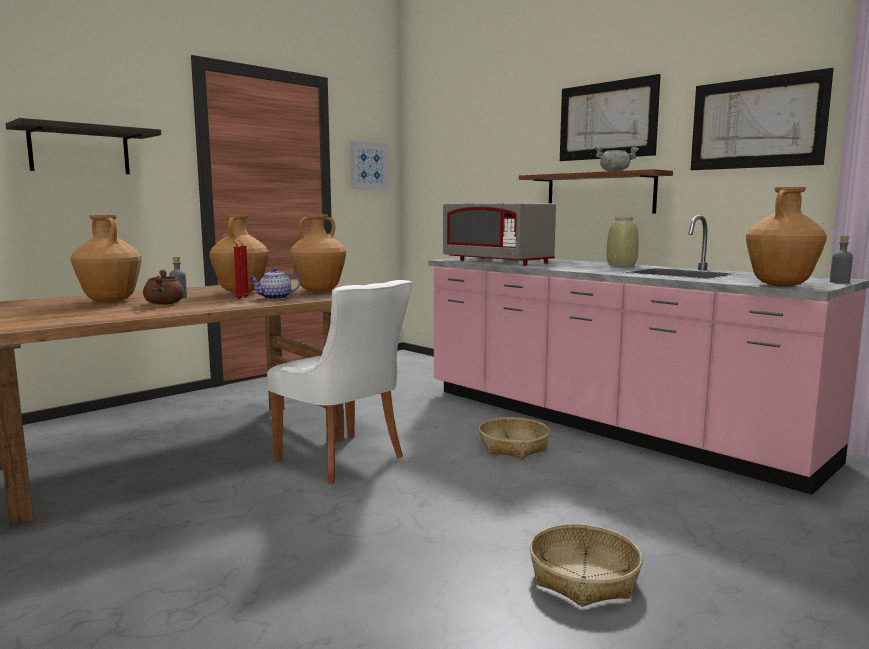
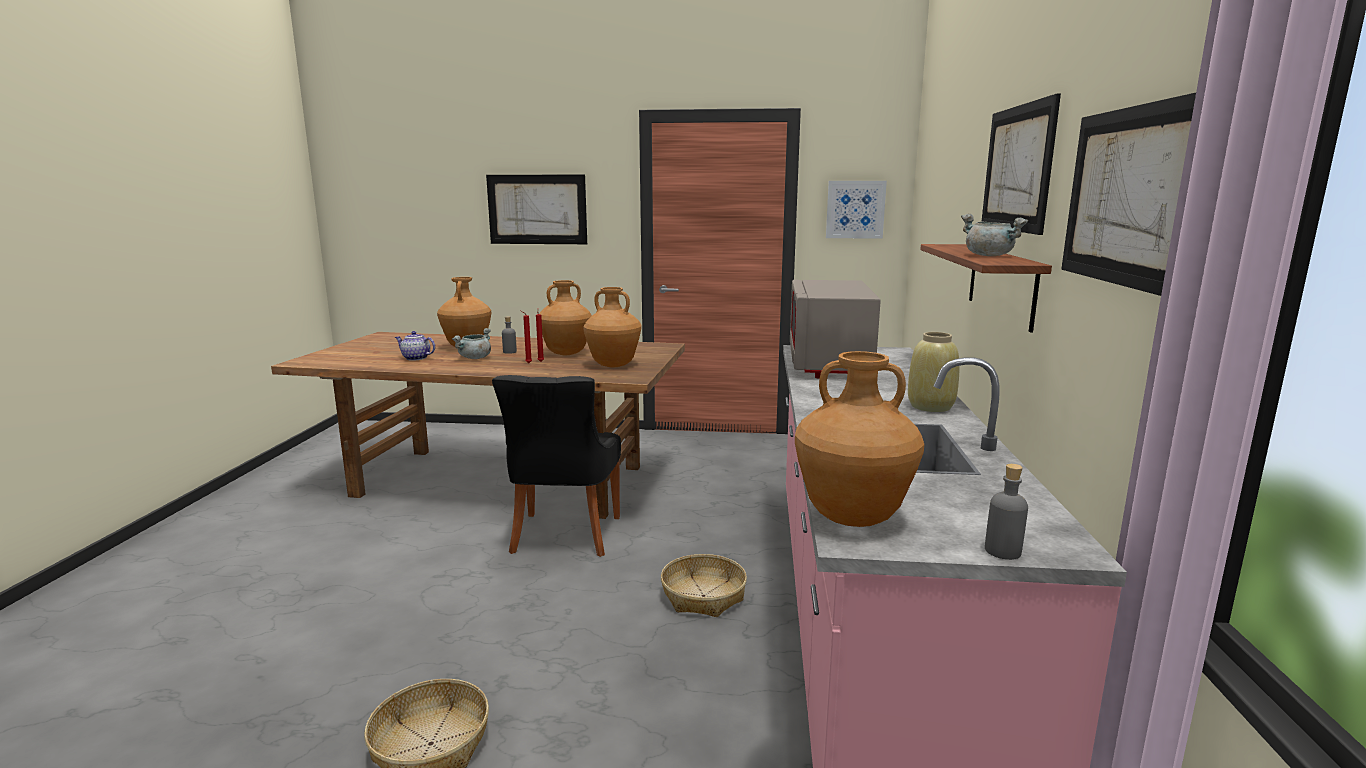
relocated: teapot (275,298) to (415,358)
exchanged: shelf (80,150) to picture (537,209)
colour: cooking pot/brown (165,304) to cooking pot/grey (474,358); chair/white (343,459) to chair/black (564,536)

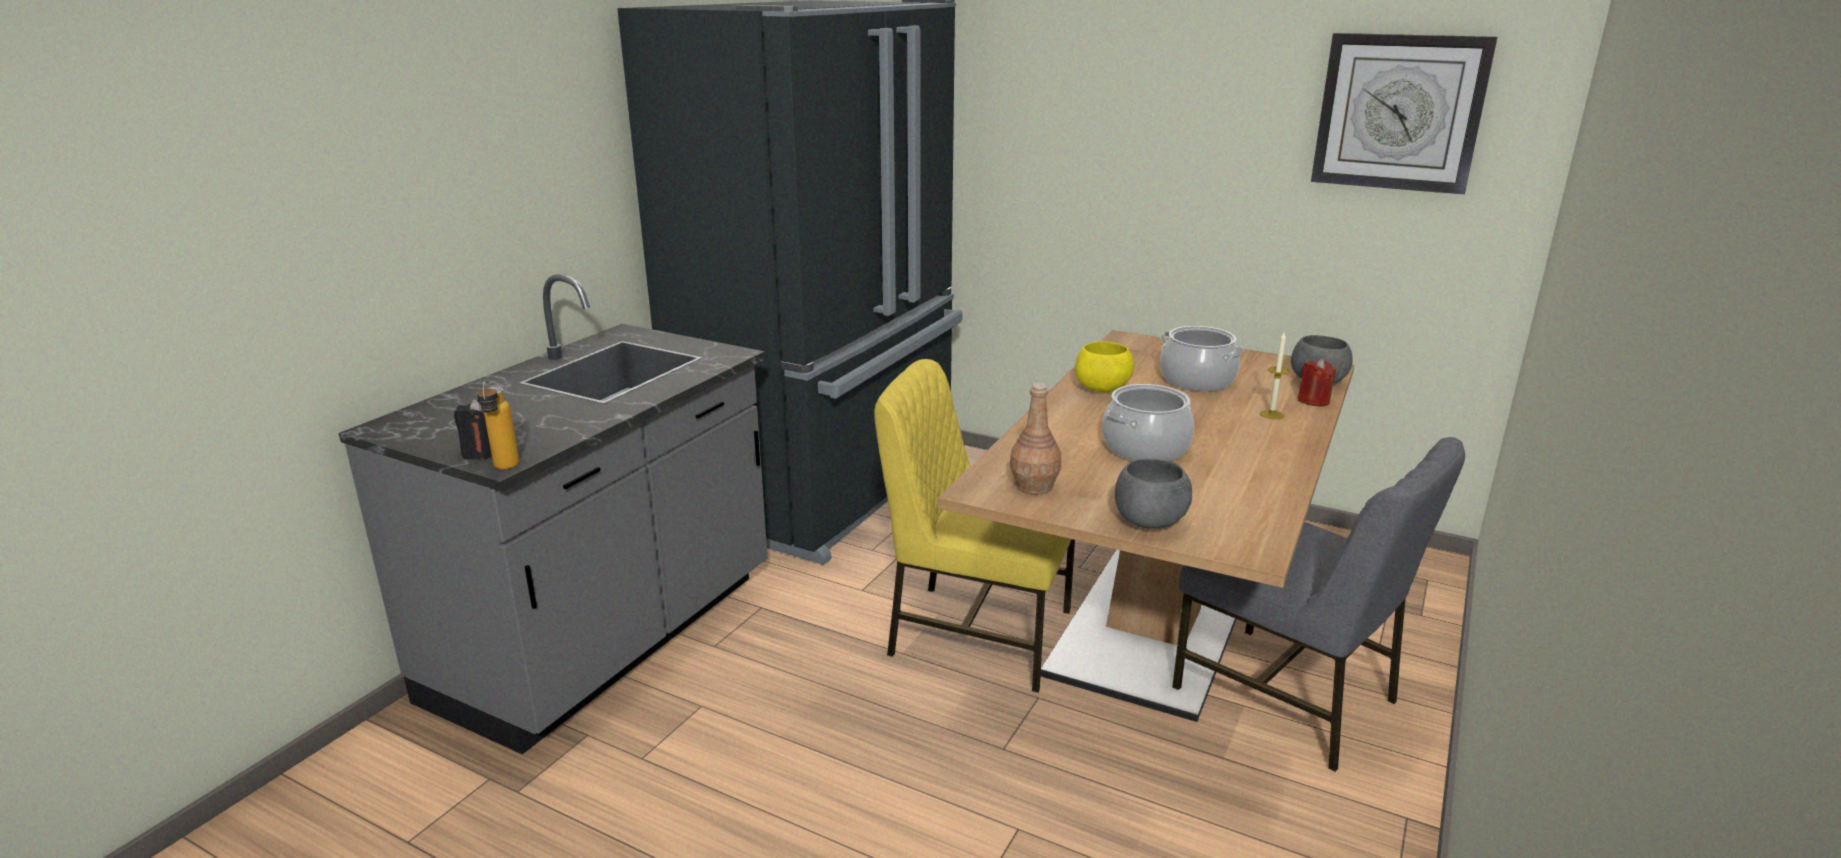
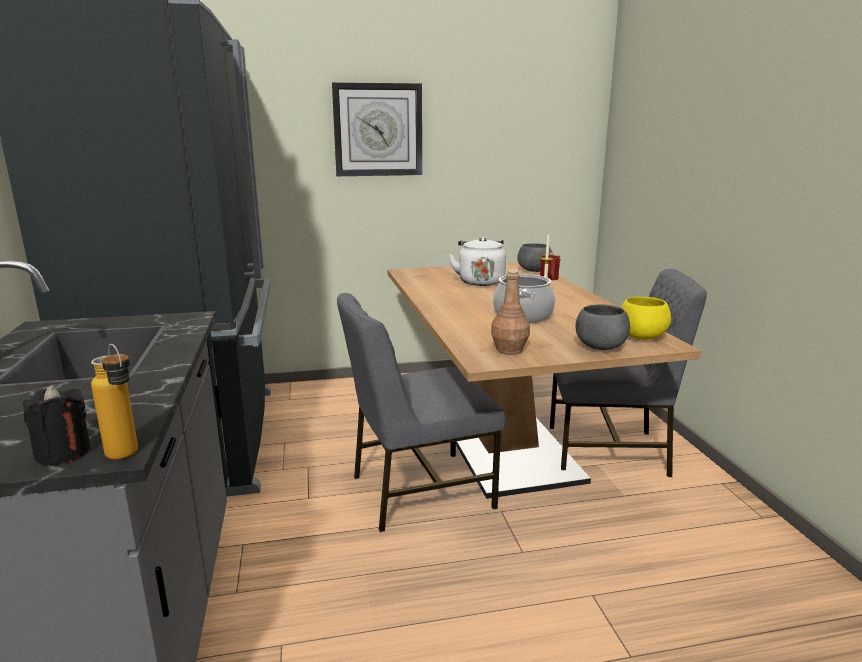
relocated: wall clock (1399,112) to (378,130); bowl/yellow (1103,390) to (642,337)
exchanged: cooking pot (1197,380) to kettle/white (480,281)
colour: chair/yellow (977,633) to chair/grey (419,490)

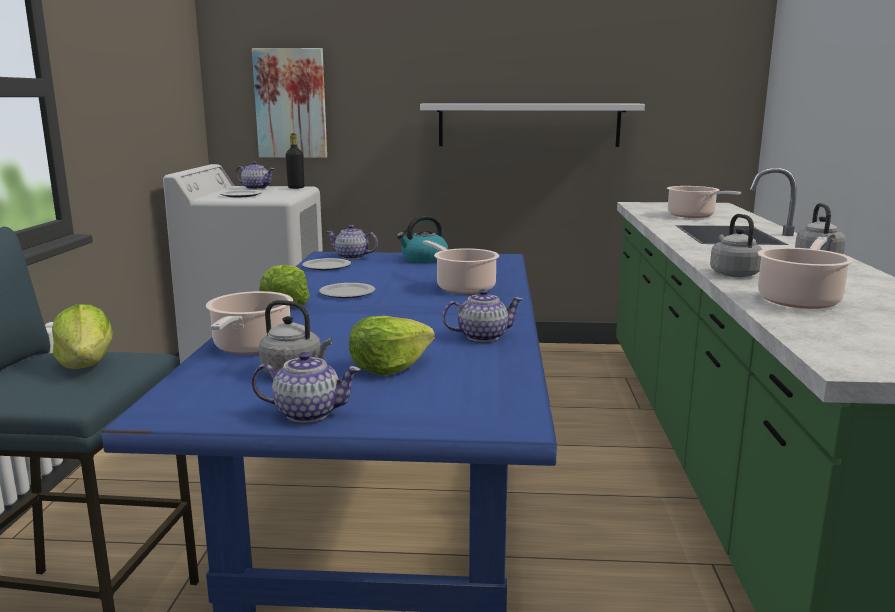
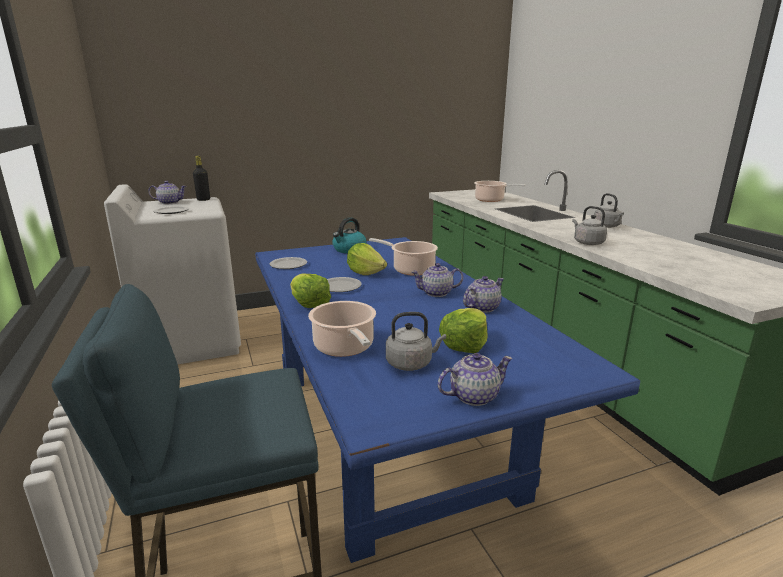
missing: picture (291,103); shelf/white (529,125); cooking pot (800,299)
relocated: lettuce (87,364) to (365,273); teapot (352,257) to (437,293)

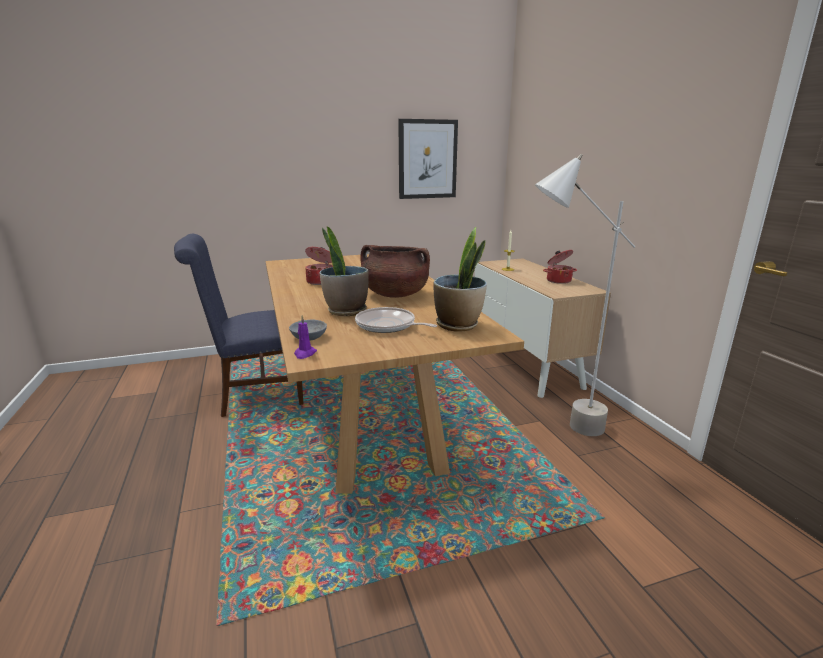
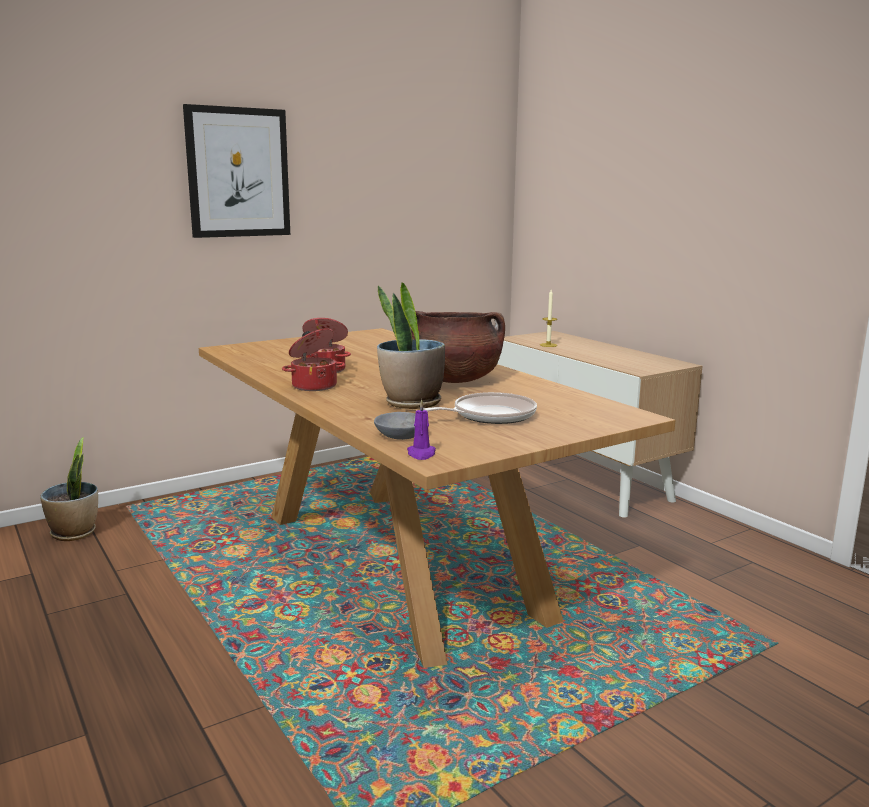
missing: chair/blue (255,394); floor lamp/grey (559,428)
relocated: potted plant (458,325) to (74,533); picture (427,159) to (238,173); cooking pot (558,280) to (314,386)
spun: frying pan (388,326) = (490,415) 135 degrees clockwise

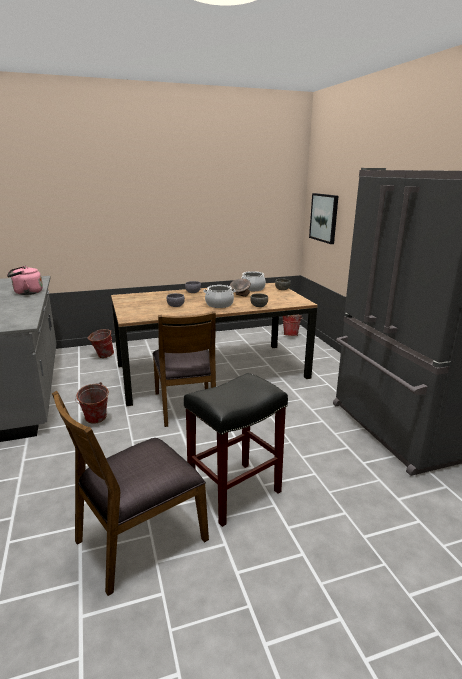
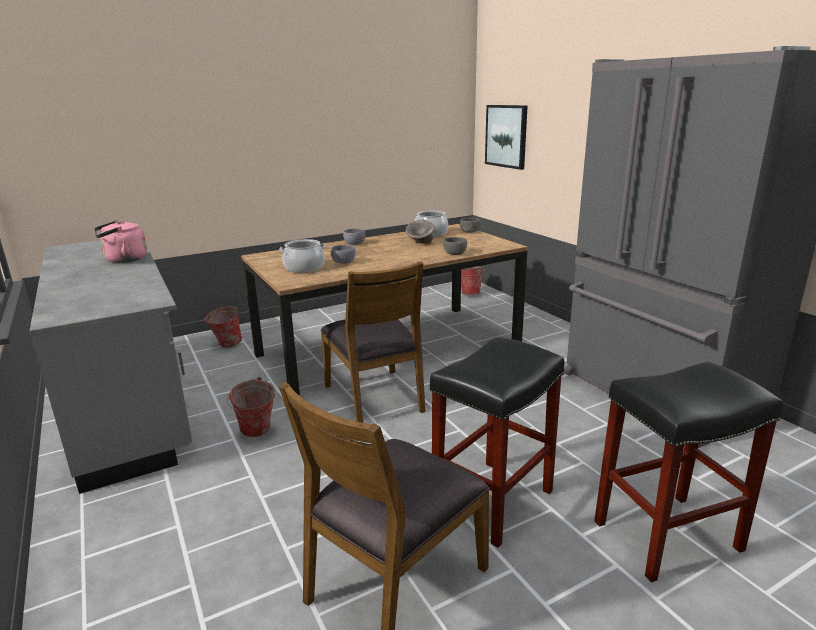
appeared: stool/black (666,537)
relocated: cooking pot (219,304) to (304,268)

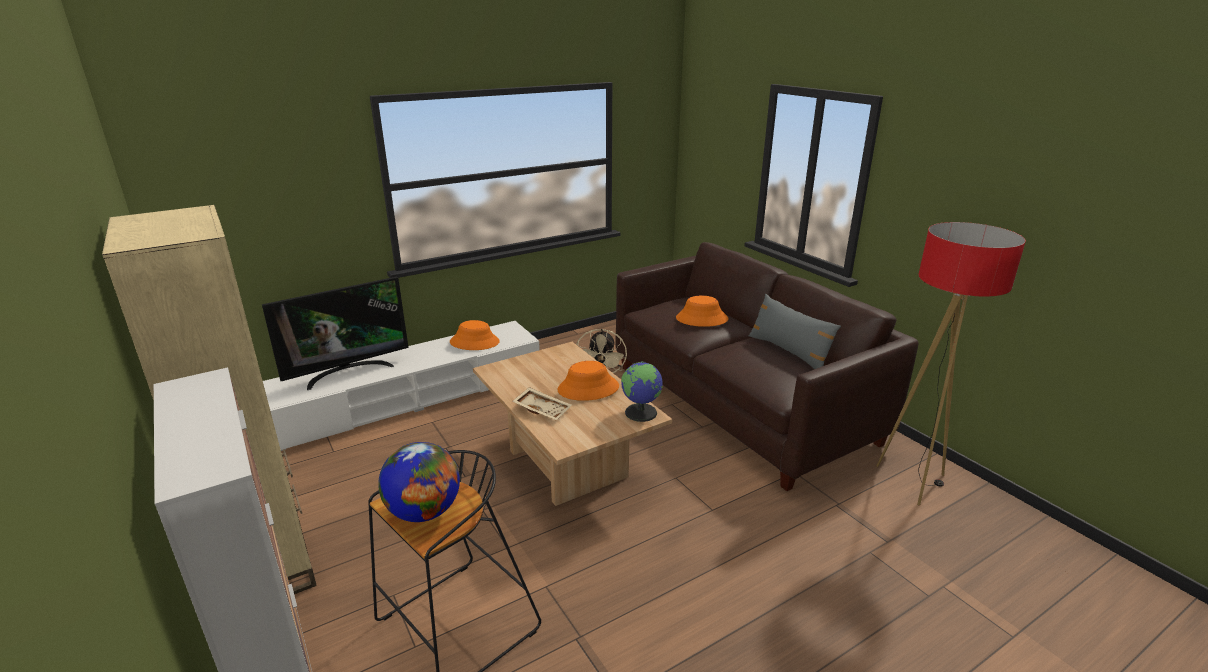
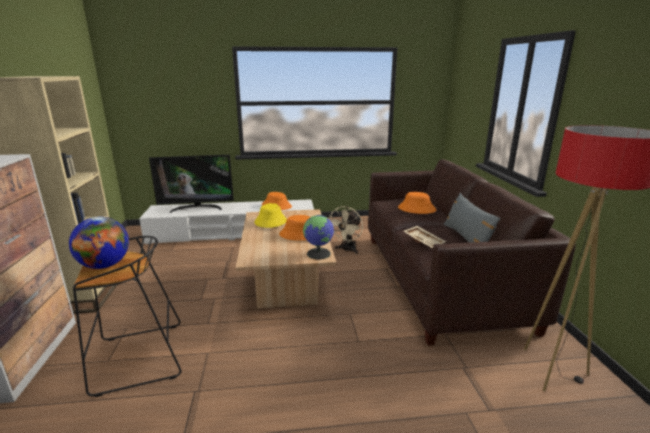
appeared: hat/yellow (270,221)
relocated: tray/beige (543,409) to (424,241)

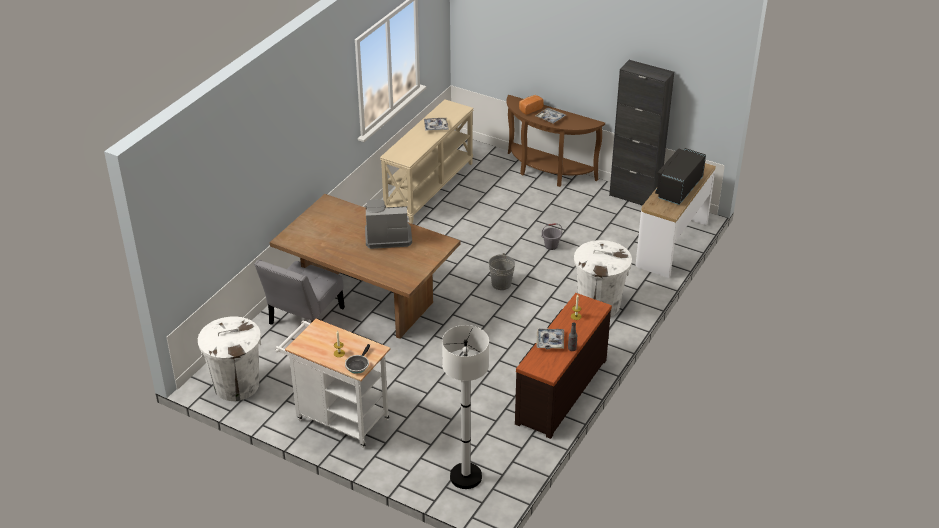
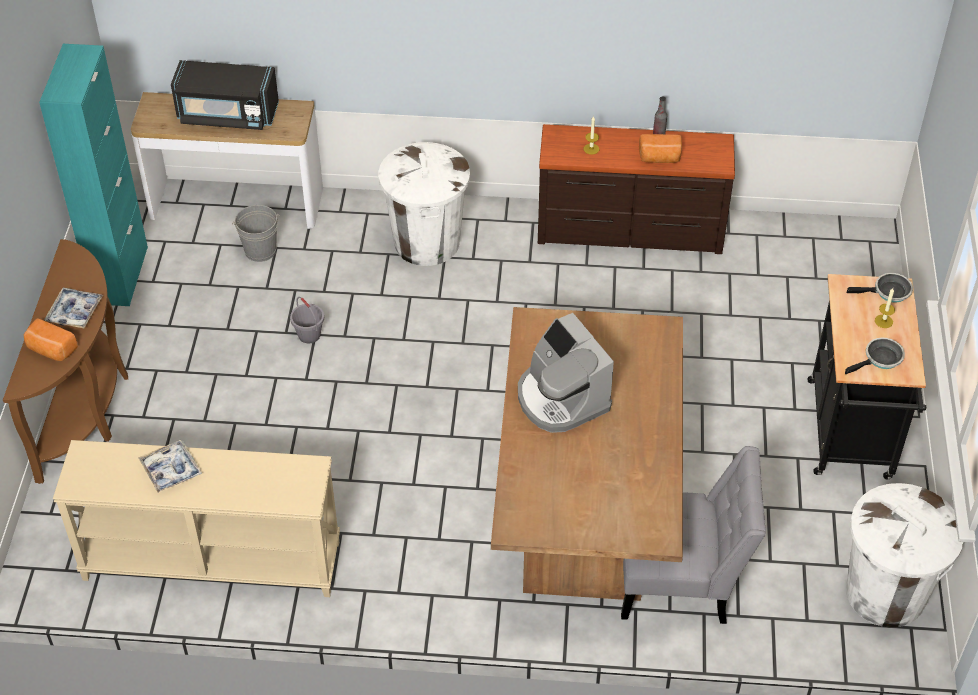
missing: floor lamp/white (465,477)
appeared: frying pan (880,359)
relocated: bucket/grey (501,283) to (260,250)
exchanged: tray (550,341) to bread (659,158)
colour: cabinet/black (634,197) to cabinet/turquoise (120,275); cart/white (338,417) to cart/black (850,437)

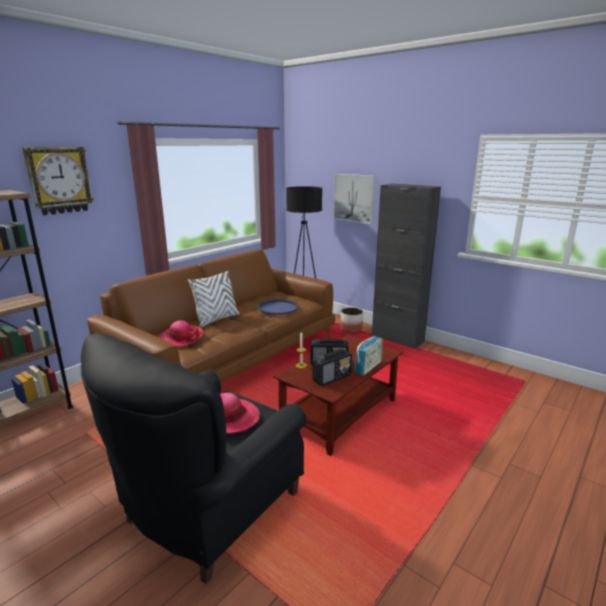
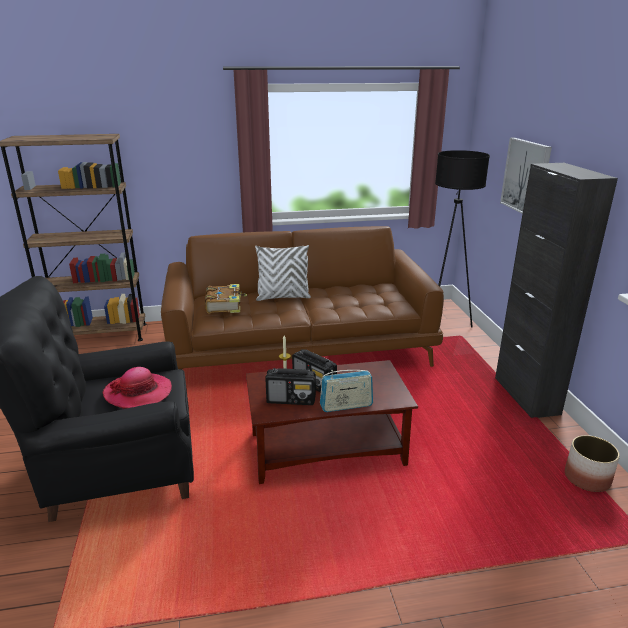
missing: wall clock (59,180); tray/blue (278,307)
relocated: planter (351,328) to (587,478)
exchanged: hat (180,337) to book (224,305)

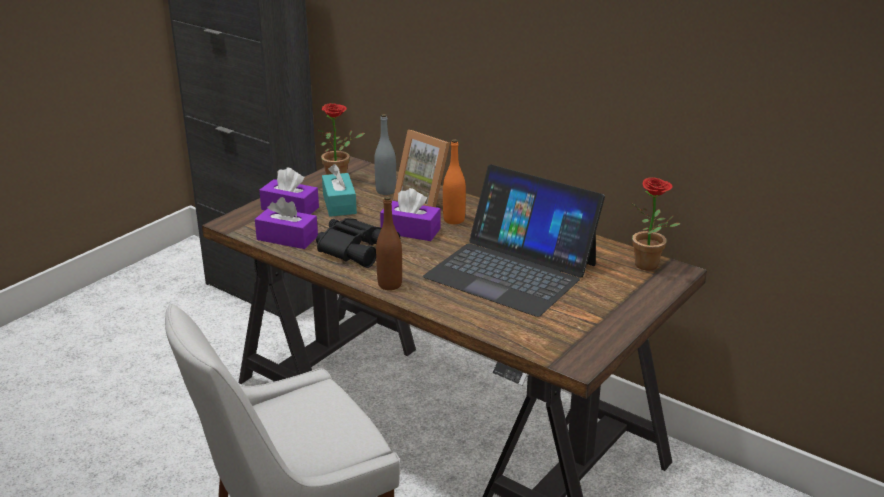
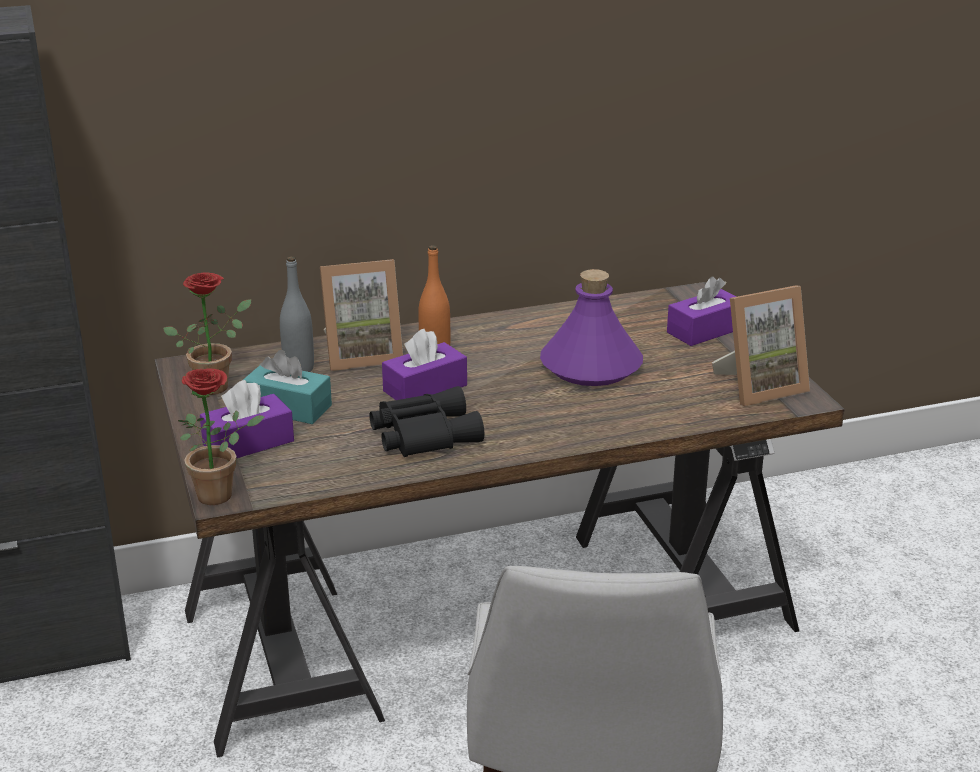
missing: bottle/brown (390,284)
appeared: picture frame (759,387)
relocated: potted plant (651,266) to (222,494); tissue box/purple (287,238) to (705,330)
exchanged: laptop (511,270) to bottle/purple (591,366)

